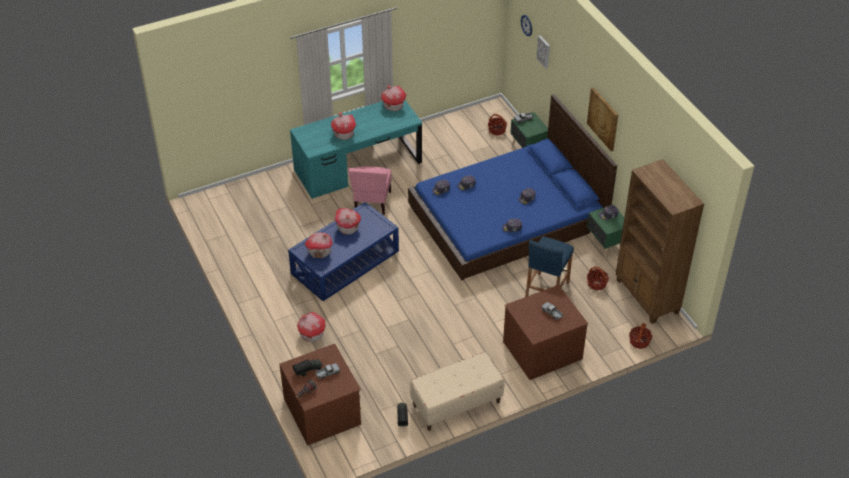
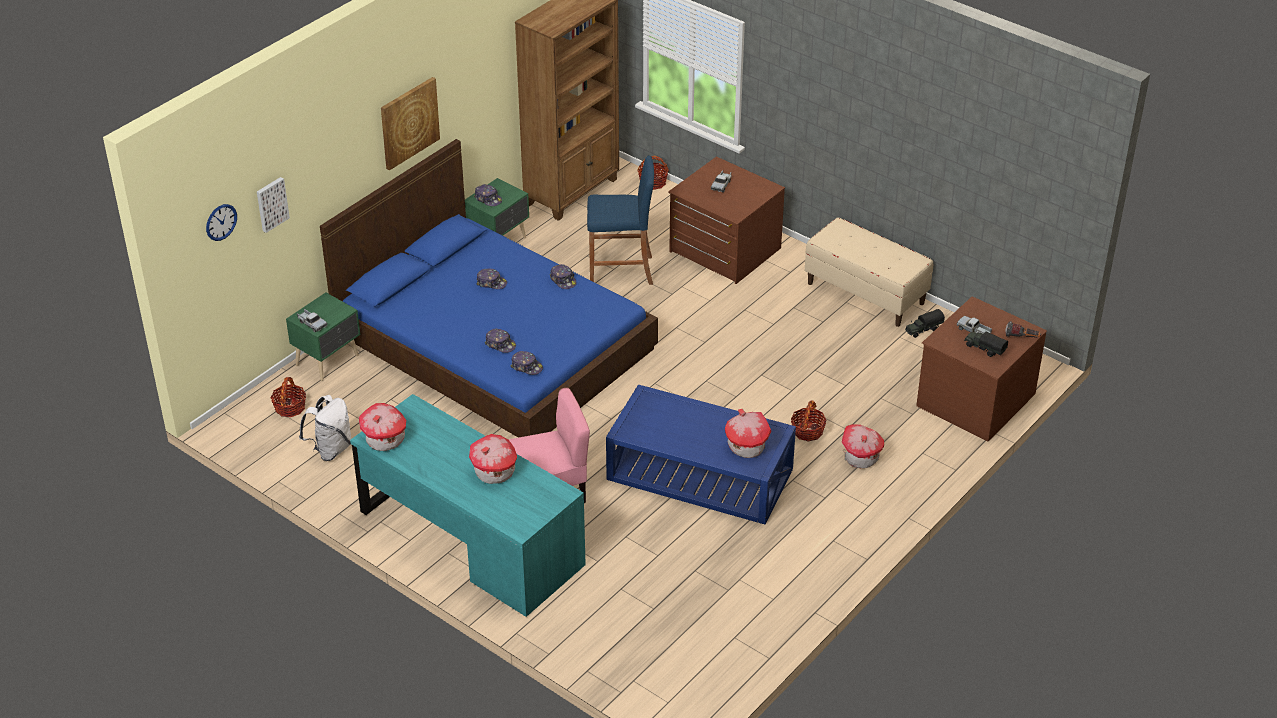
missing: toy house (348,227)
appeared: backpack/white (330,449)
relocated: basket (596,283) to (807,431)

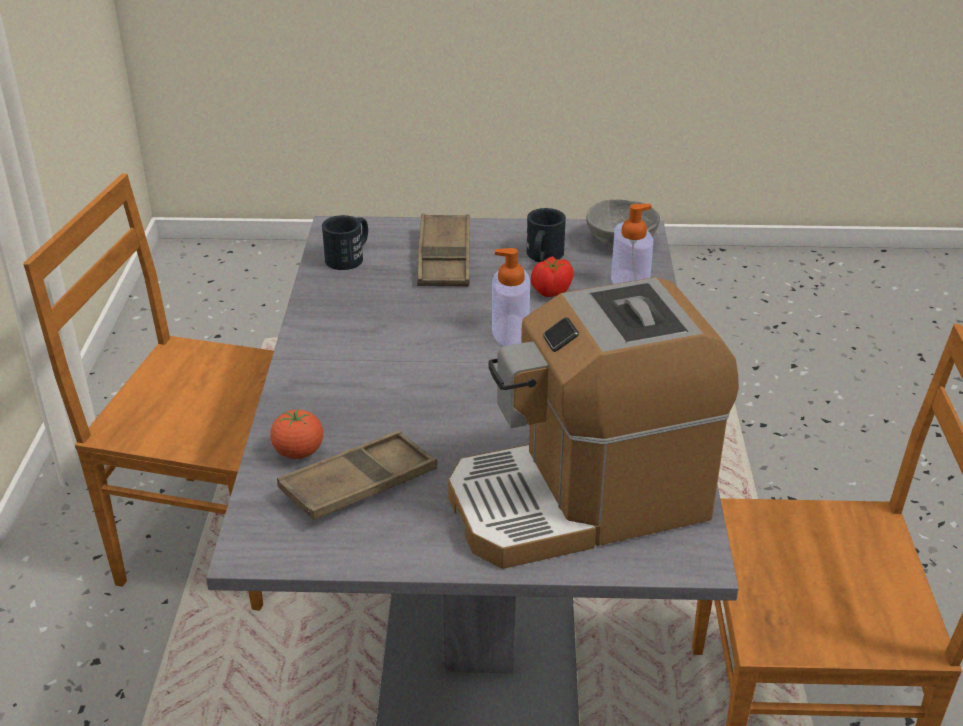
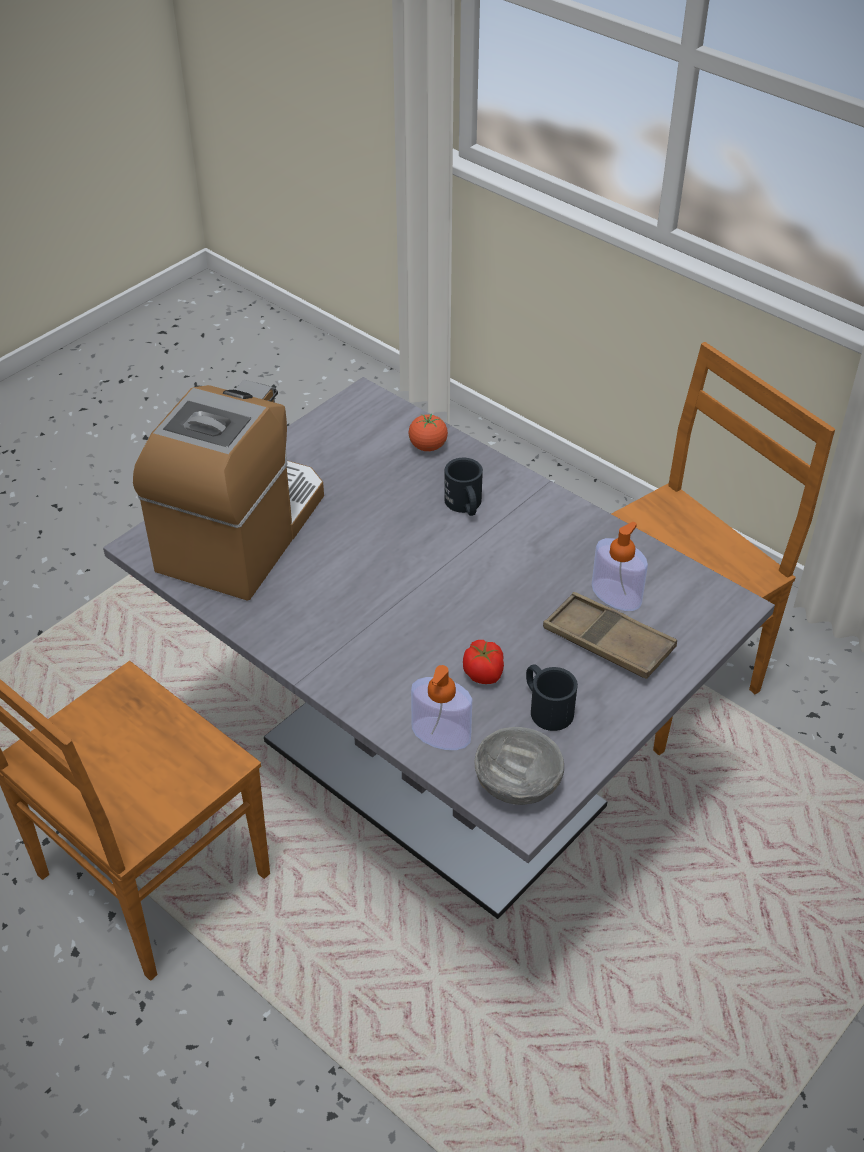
missing: tray/brown (359,484)
relocated: mug/black (349,256) to (465,506); soap dispenser (510,331) to (616,595)

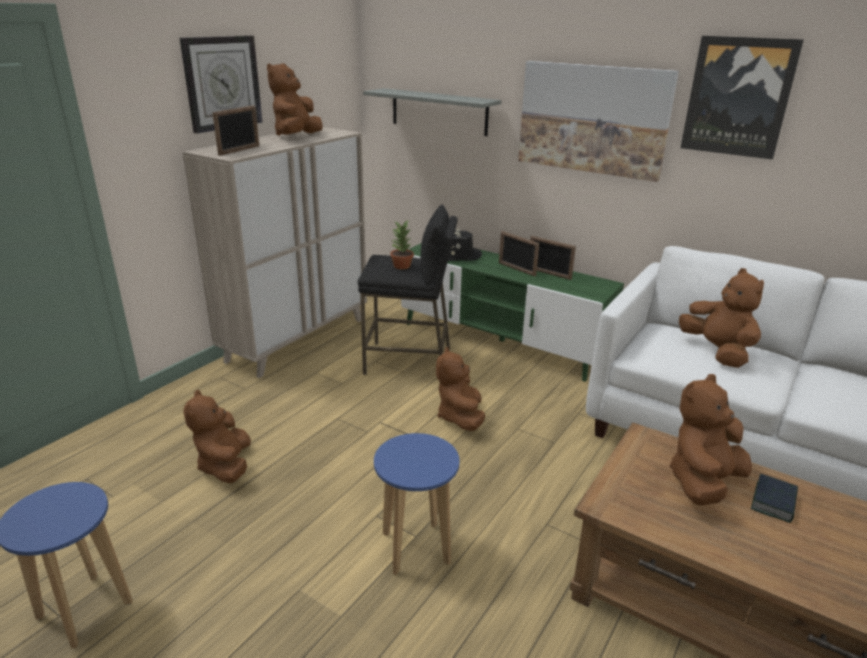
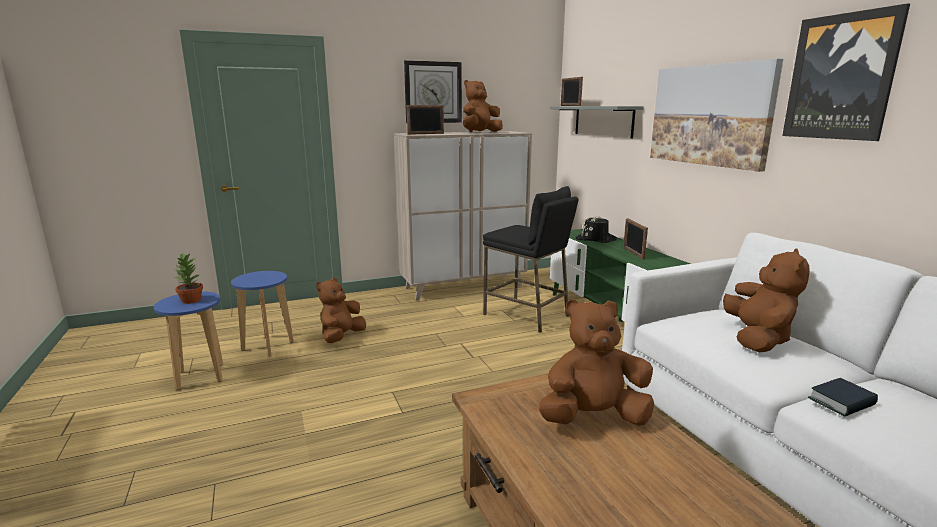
missing: plush toy/brown (460,417)
relocated: potted plant (402,266) to (191,300); stool/blue (415,548) to (268,346); picture frame (549,273) to (570,106); book (773,502) to (841,402)

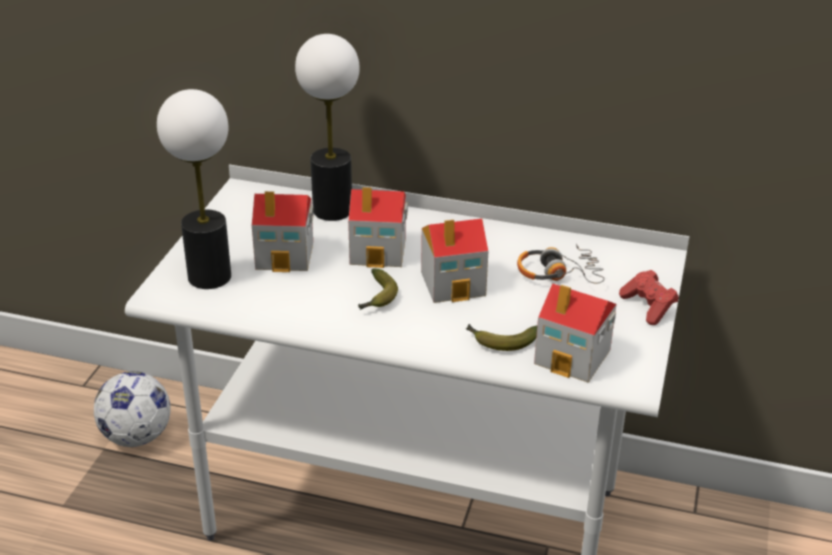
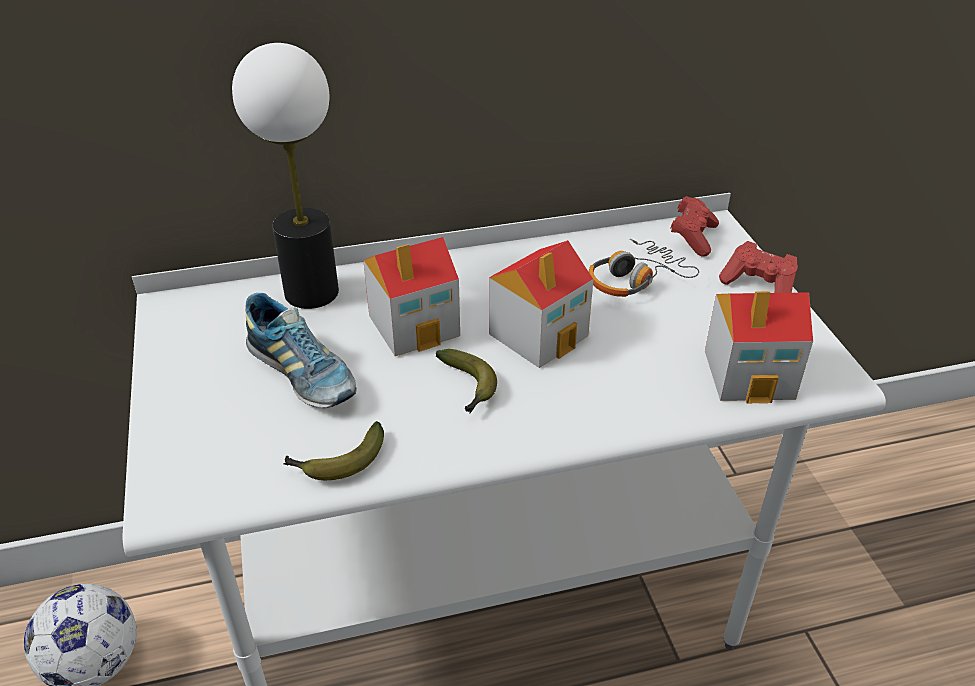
missing: table lamp (210,276)
appeared: game controller/red (693,237)
relocated: banana (500,341) to (337,462)
exchanged: toy house (286,255) to shoe (302,374)

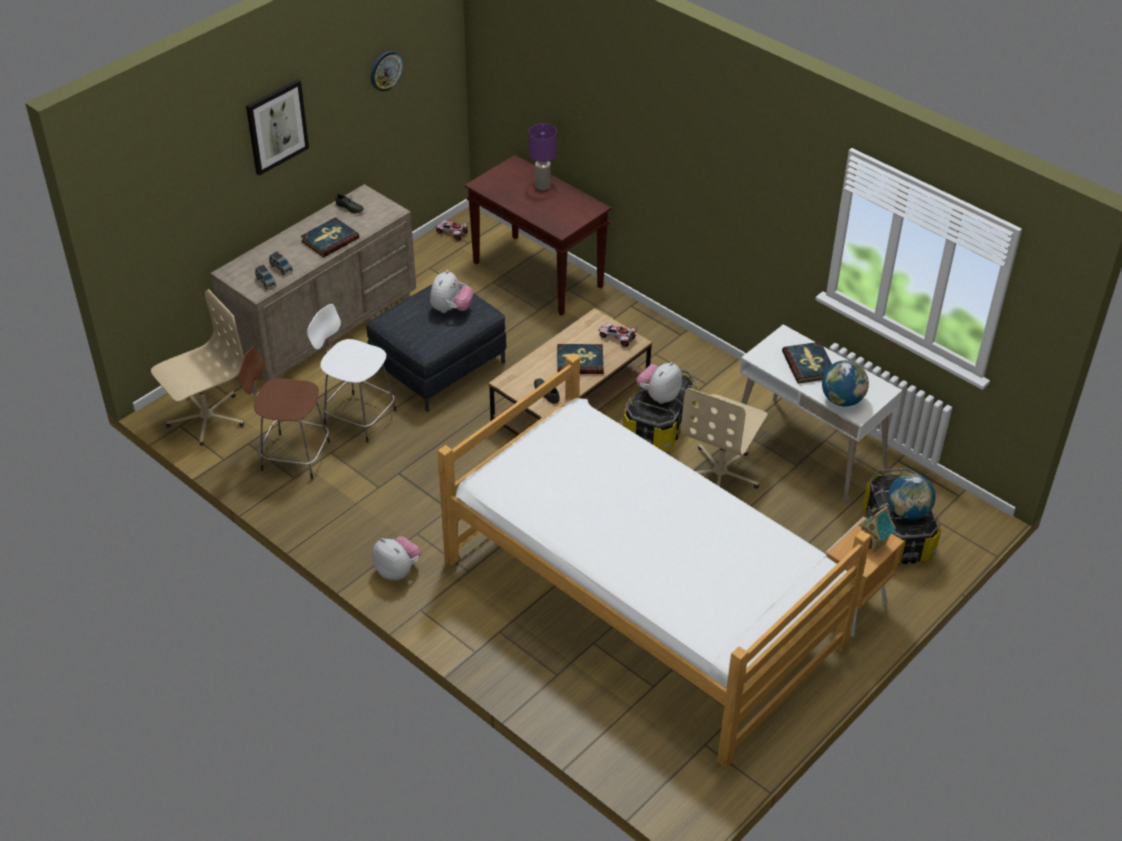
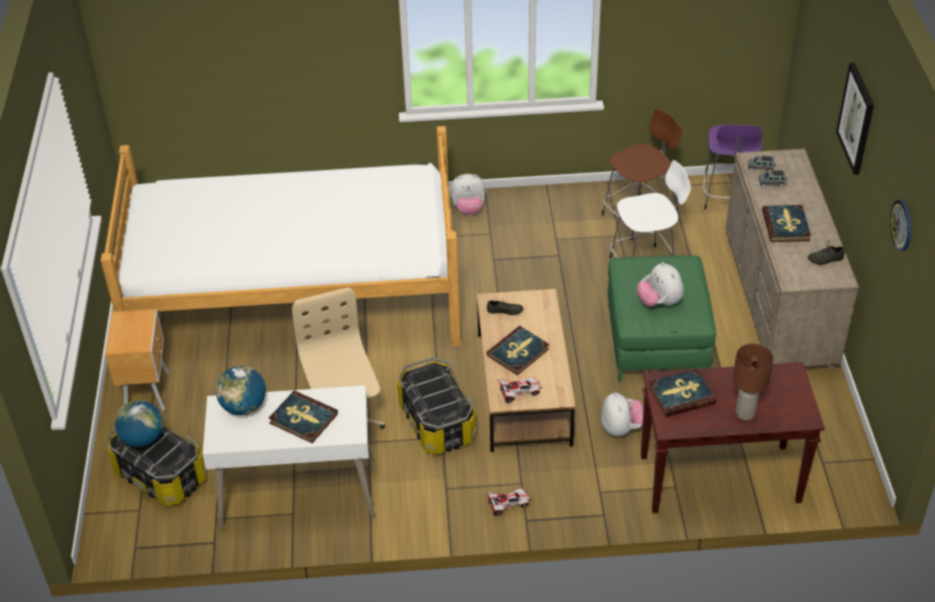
missing: toy house (874,543)
appeared: book (681,395)
relocated: toy car (452,233) to (508,505); plush toy (659,396) to (622,429)
exchanged: office chair/beige (206,418) to stool/purple (727,197)
colour: ottoman/grey (438,365) to ottoman/green (657,340); table lamp/purple (543,186) to table lamp/brown (745,413)

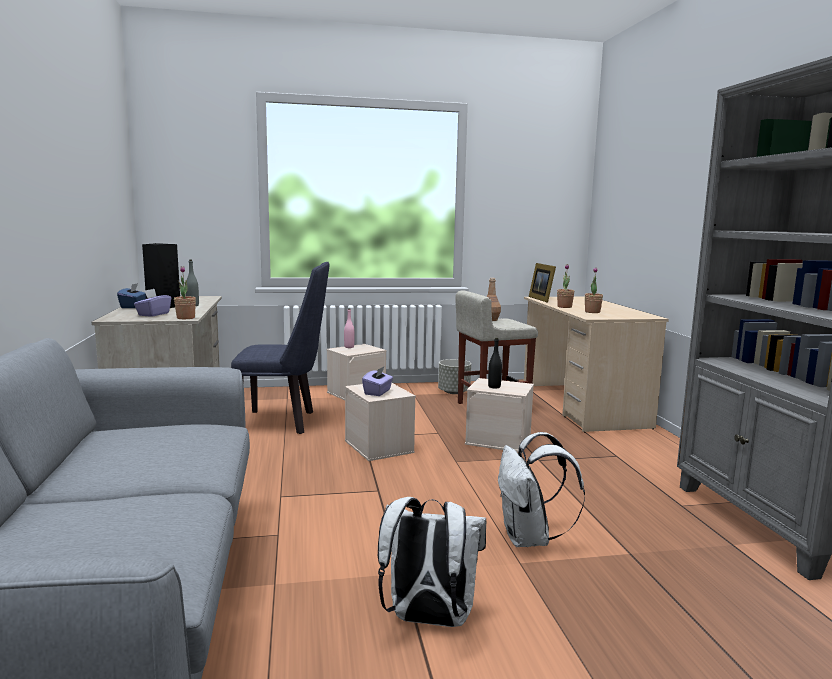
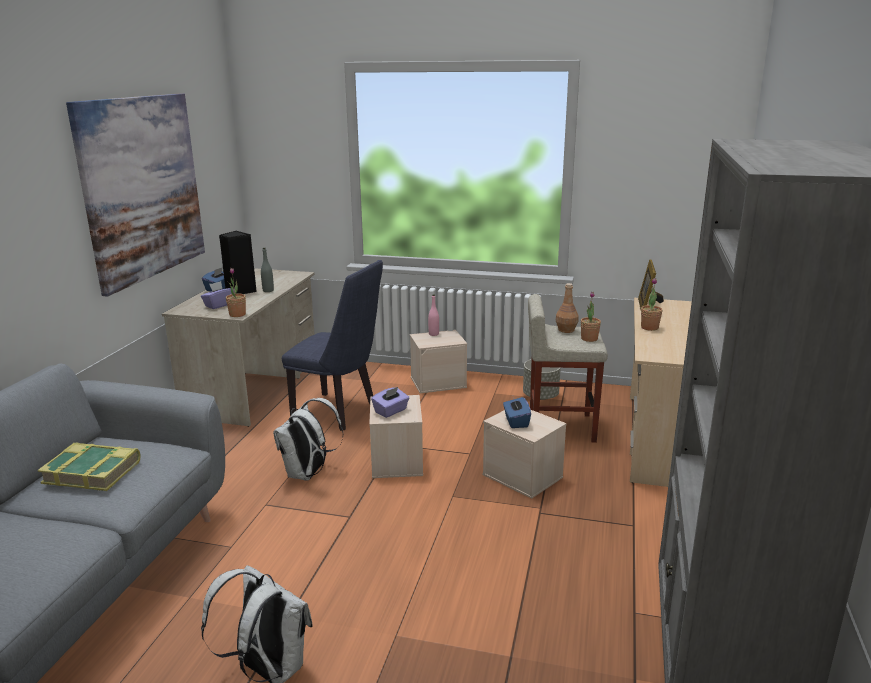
appeared: book (93,472); picture (142,188)
relocated: backpack/white (529,539) to (308,474); potted plant (592,312) to (589,339)
exchanged: bottle/black (494,387) to tissue box/blue (516,421)

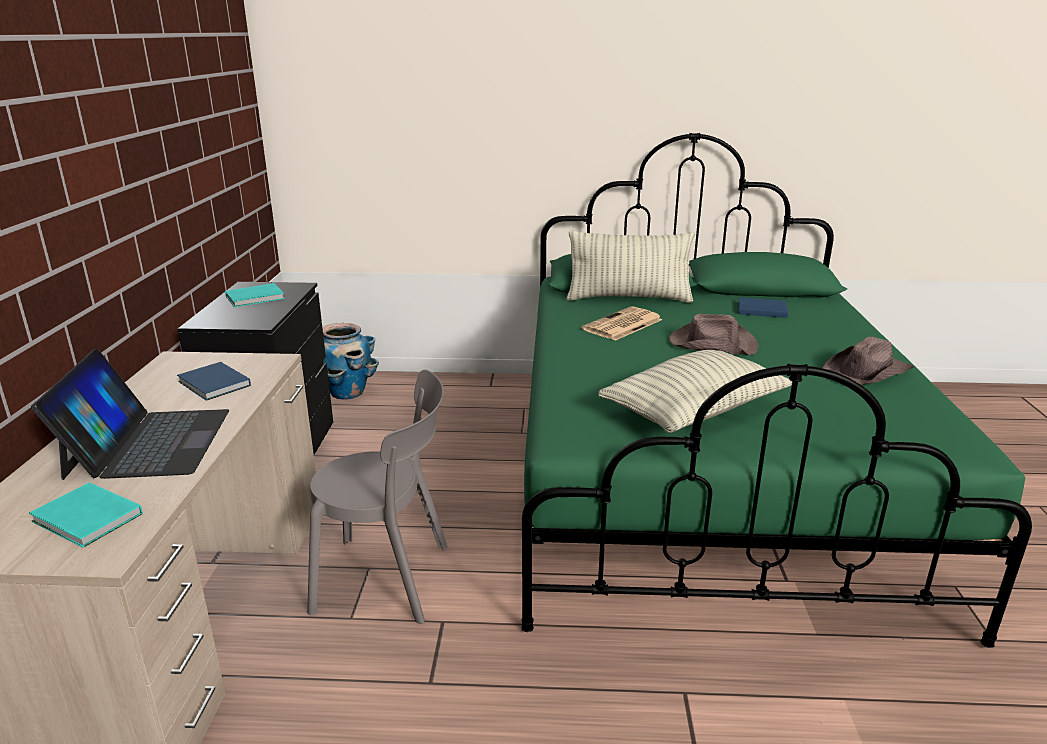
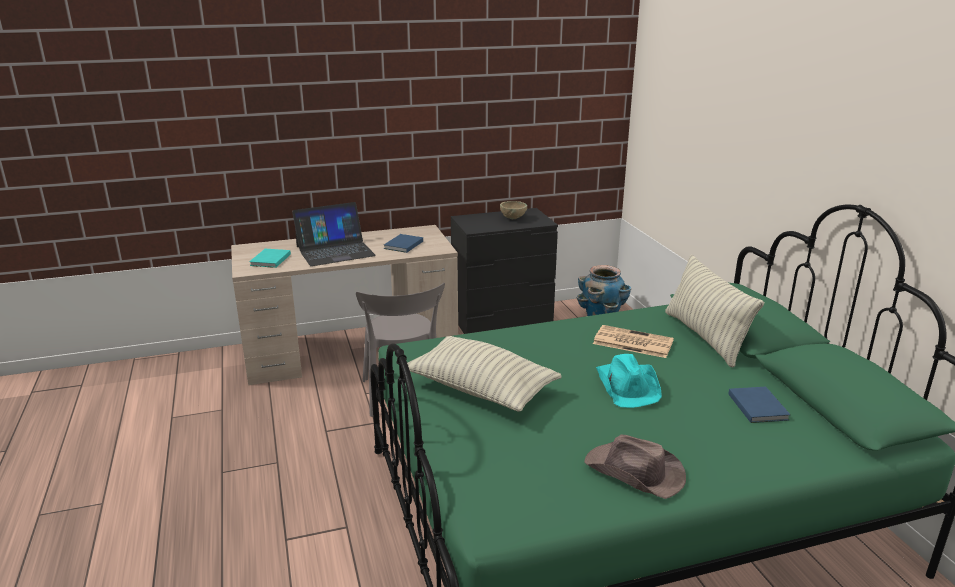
exchanged: book/turquoise (256,297) to bowl/beige (513,218)
colour: hat/brown (711,344) to hat/turquoise (628,386)

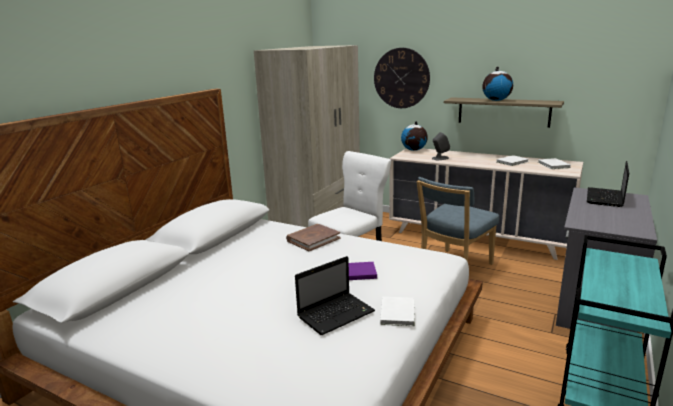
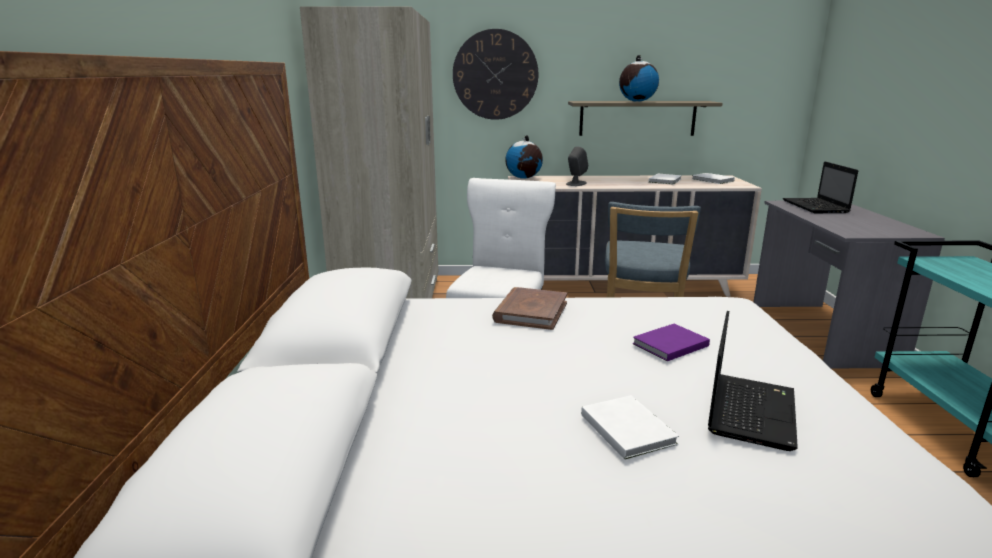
relocated: book/white (398,312) to (627,428)

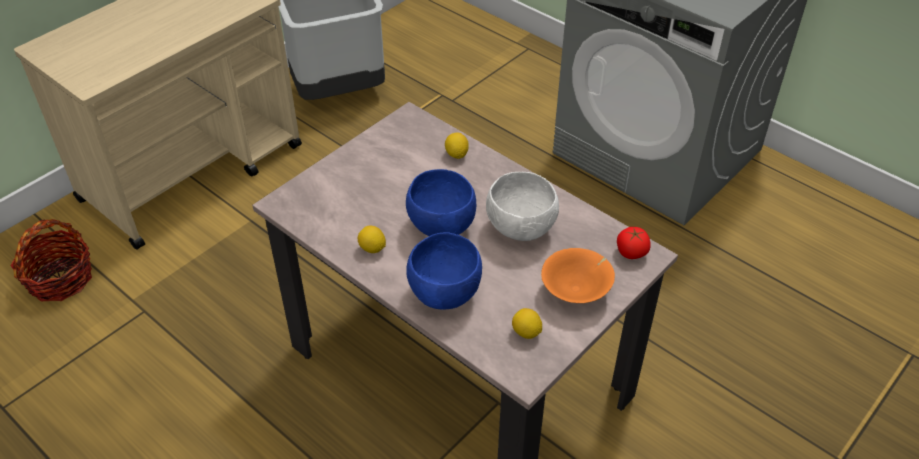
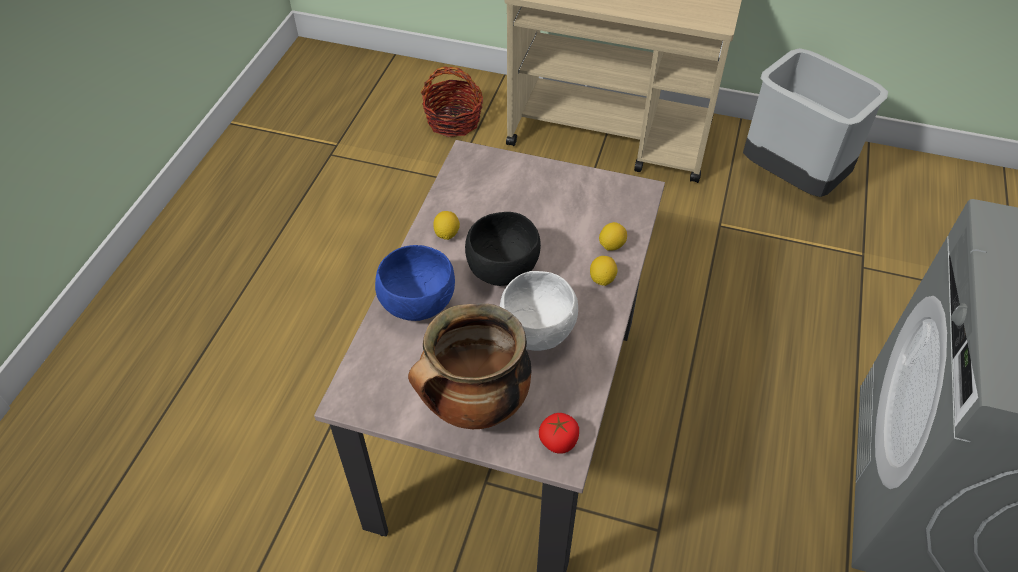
relocated: lemon (526,332) to (602,279)
exchanged: bowl/orange (577,291) to cooking pot (474,408)
colour: bowl/blue (441,227) to bowl/black (502,271)

